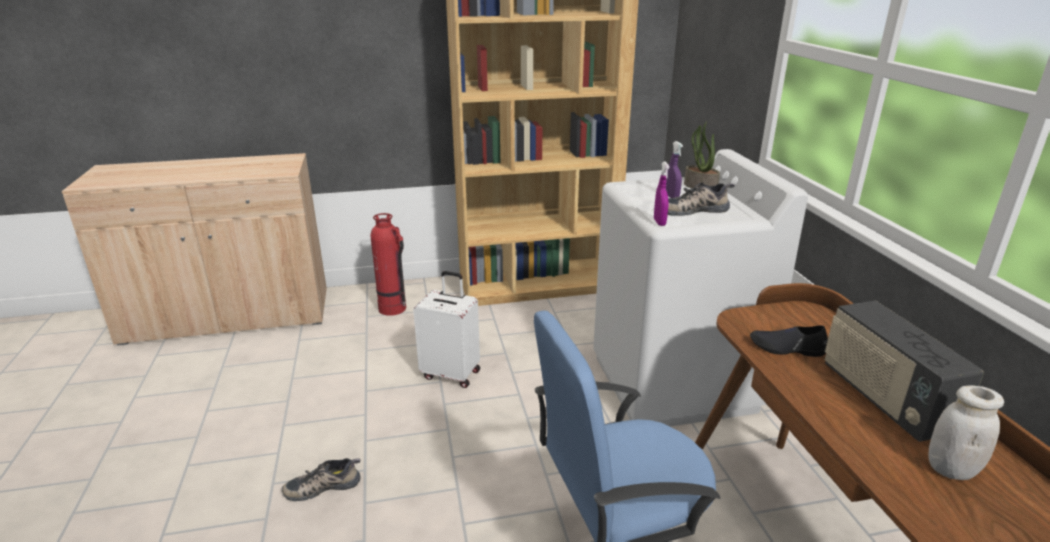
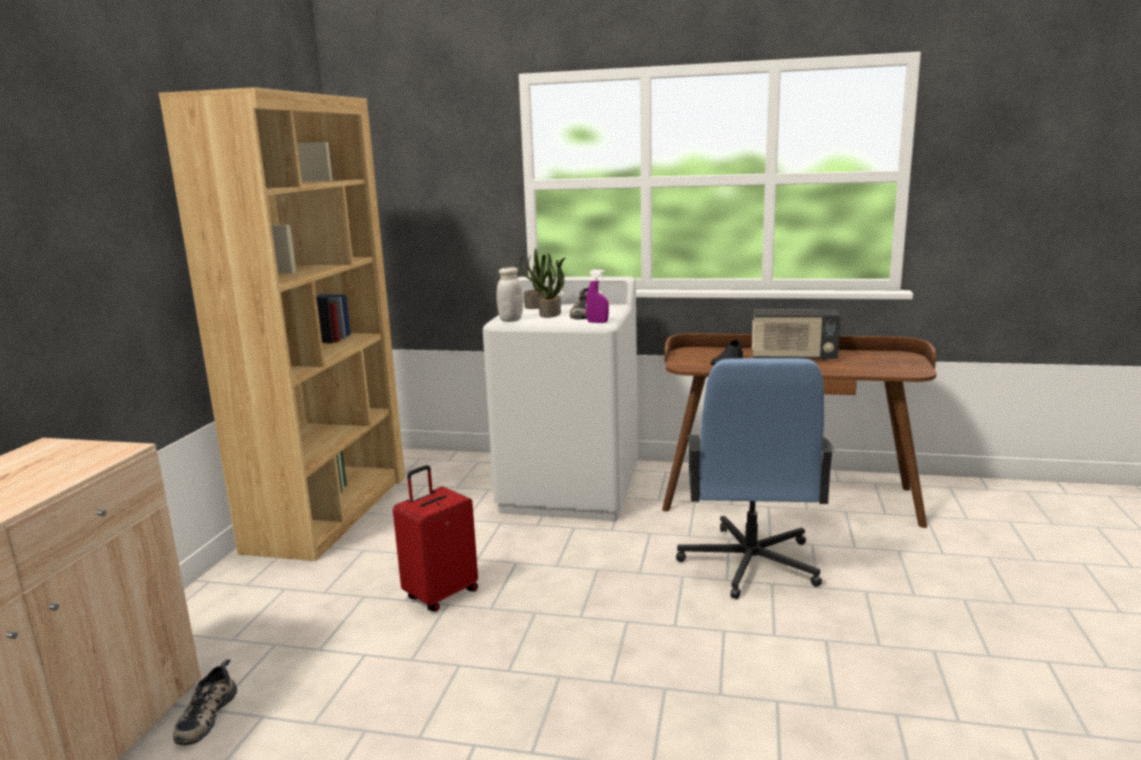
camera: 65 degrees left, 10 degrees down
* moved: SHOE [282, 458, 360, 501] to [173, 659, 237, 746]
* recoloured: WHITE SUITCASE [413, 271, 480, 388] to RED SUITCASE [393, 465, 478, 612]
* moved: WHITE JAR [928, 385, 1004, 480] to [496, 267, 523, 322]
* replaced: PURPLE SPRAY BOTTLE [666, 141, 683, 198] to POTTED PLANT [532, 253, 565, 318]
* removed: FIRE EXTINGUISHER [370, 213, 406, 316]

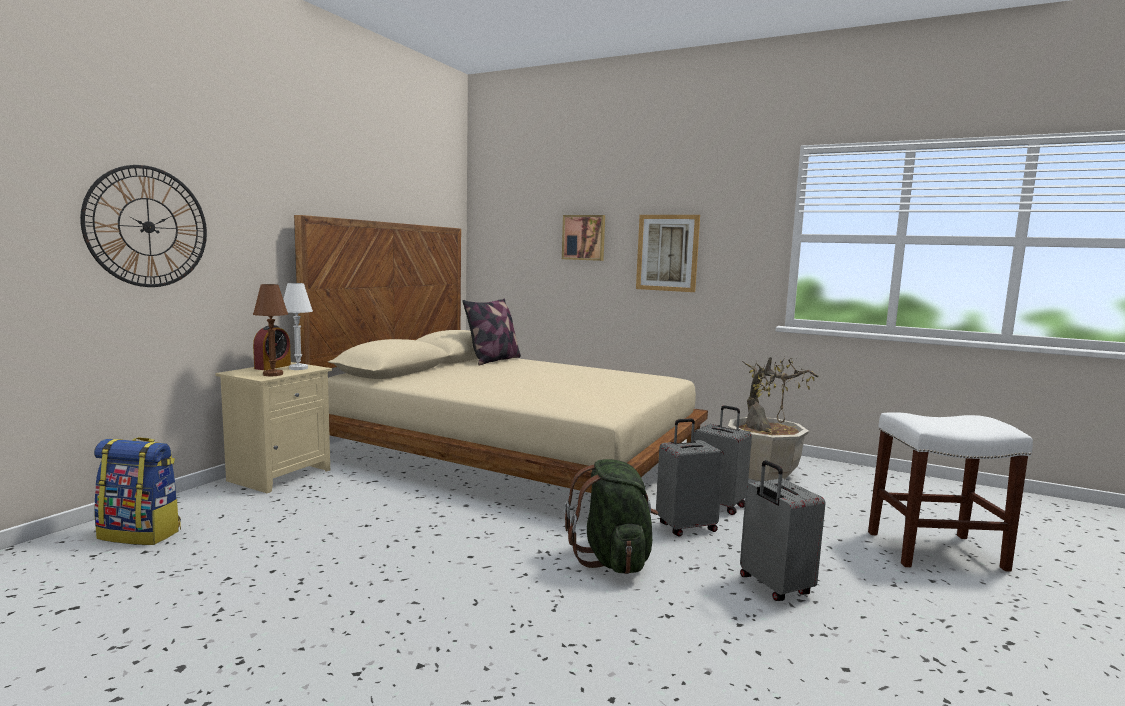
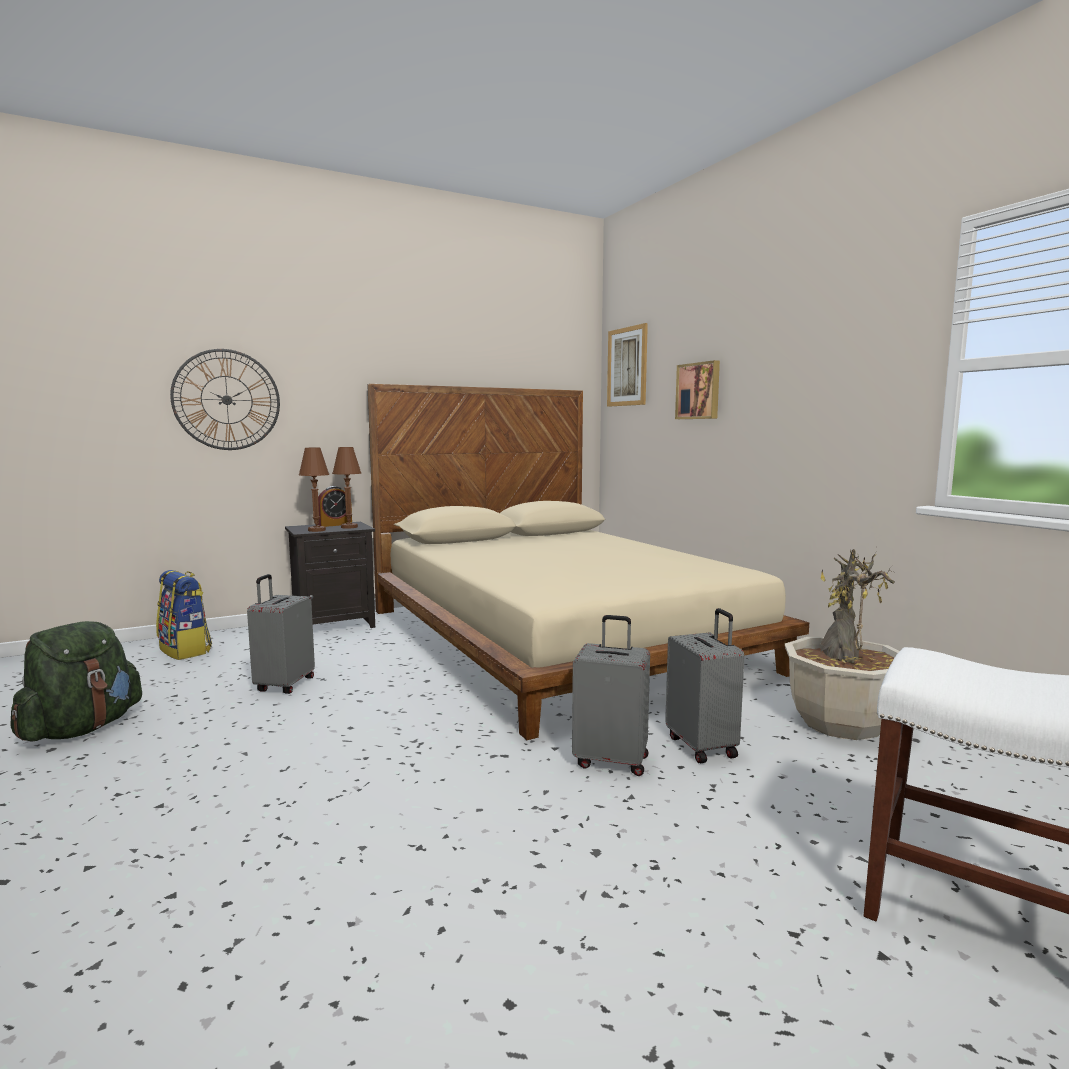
camera: 35 degrees right, 0 degrees up
* moved: GREEN BACKPACK [565, 459, 659, 574] to [10, 621, 142, 742]
* moved: GREY SUITCASE [740, 460, 825, 601] to [247, 574, 315, 694]
* recoloured: BEIGE NIGHTSTAND [215, 362, 332, 493] to BLACK NIGHTSTAND [285, 522, 375, 628]
* recoloured: WHITE TABLE LAMP [283, 283, 313, 370] to BROWN TABLE LAMP [332, 447, 361, 529]
* moved: PICTURE [636, 215, 700, 292] to [607, 323, 648, 407]
* removed: PILLOW [462, 298, 521, 365]

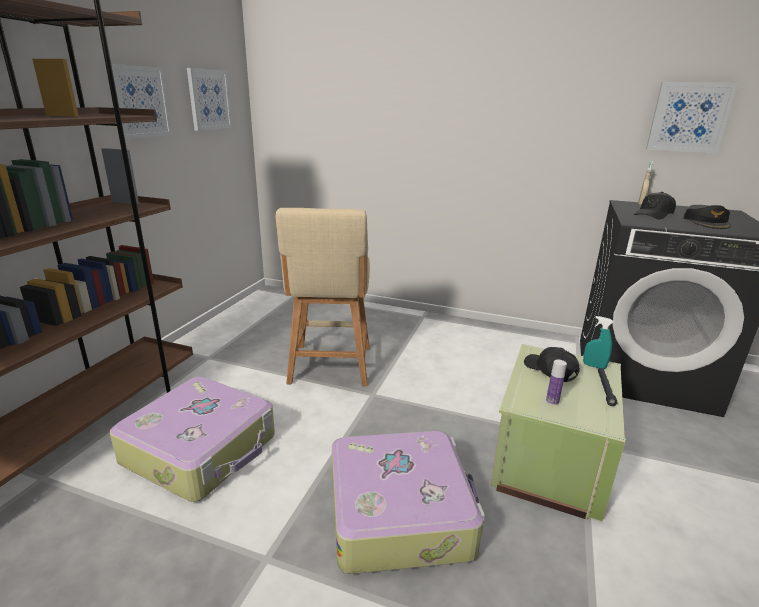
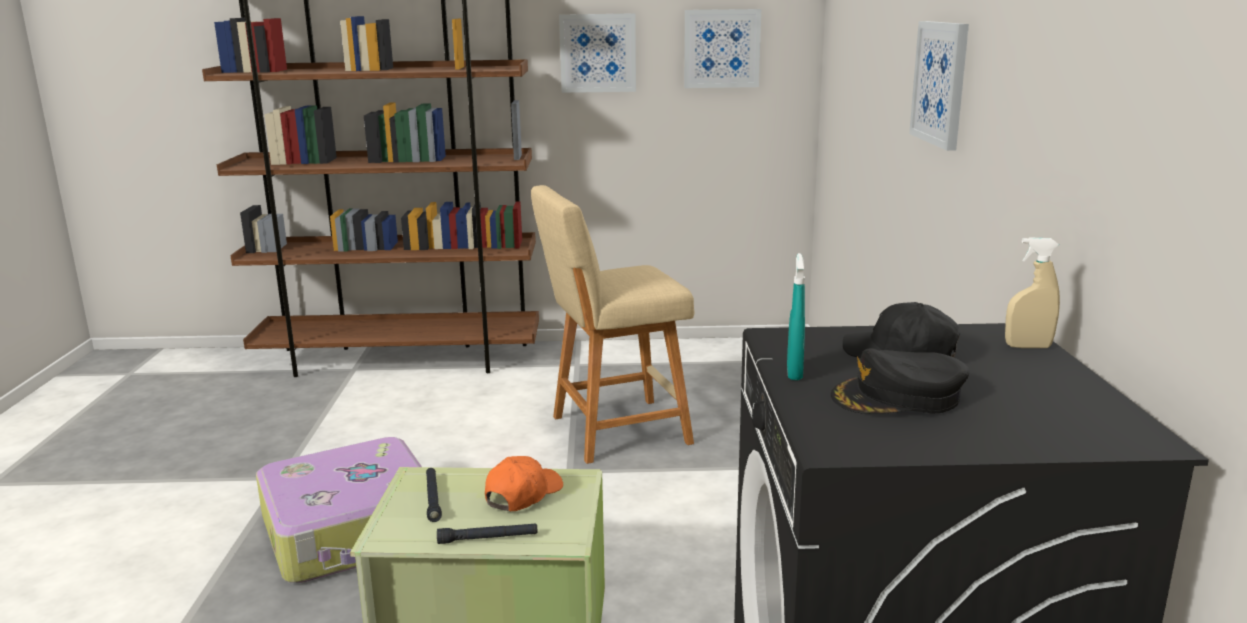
camera: 70 degrees right, 5 degrees down
* replaced: BOTTLE [546, 360, 567, 405] to BLACK FLASHLIGHT [426, 468, 442, 522]
* recoloured: BLACK CAP [524, 347, 580, 382] to ORANGE CAP [485, 456, 563, 511]
* moved: TURQUOISE SPRAY BOTTLE [583, 316, 613, 369] to [787, 253, 805, 380]
* moved: PICTURE [646, 82, 738, 153] to [909, 21, 969, 151]
* removed: SUITCASE [110, 377, 275, 502]

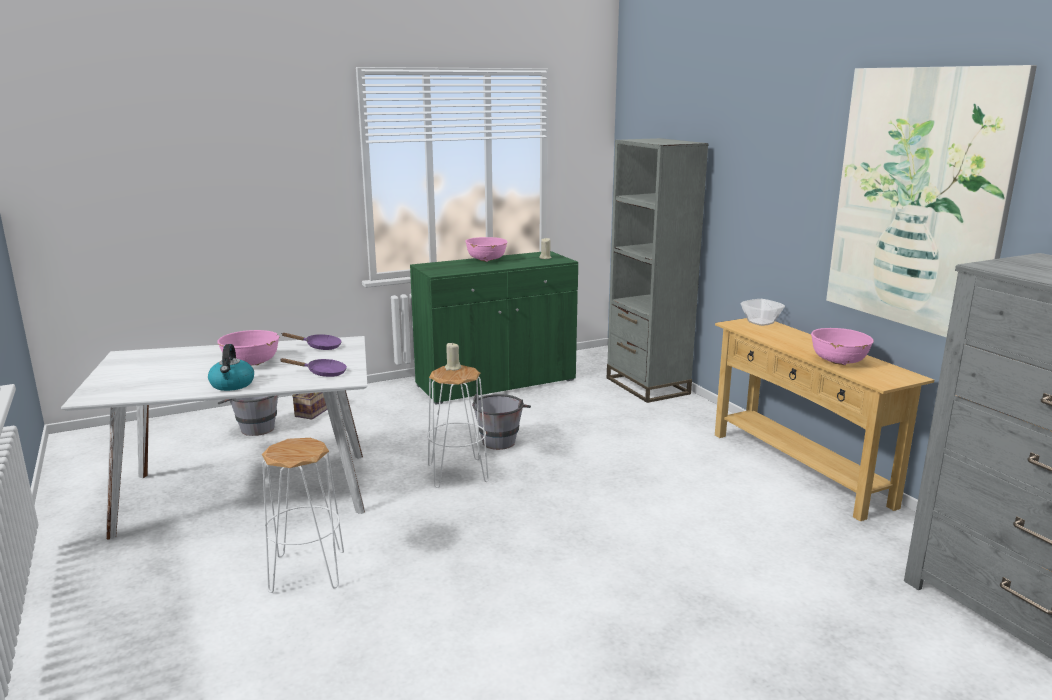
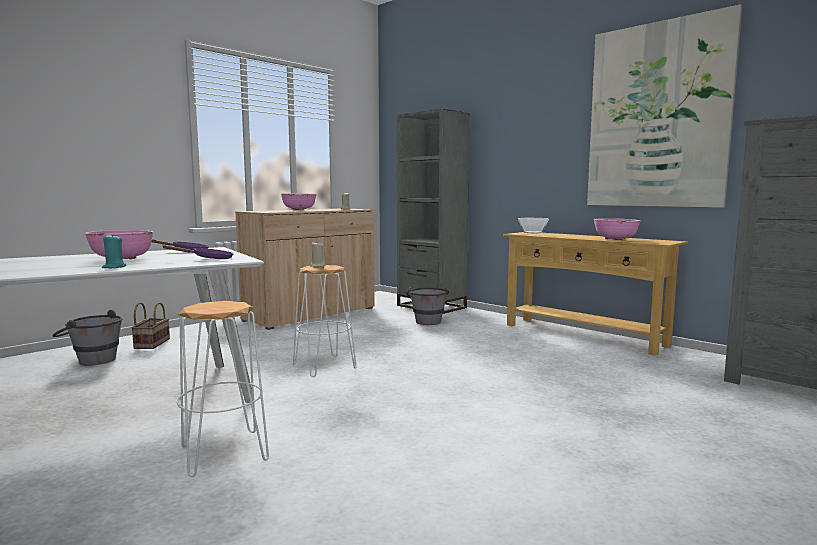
camera: 20 degrees left, 10 degrees down
* replaced: KETTLE [208, 344, 254, 391] to TURQUOISE CANDLE [102, 235, 126, 268]
* recoloured: GREEN CABINET [410, 251, 578, 405] to BEIGE CABINET [235, 208, 375, 330]
* moved: GREY BUCKET [472, 394, 531, 450] to [406, 286, 449, 325]

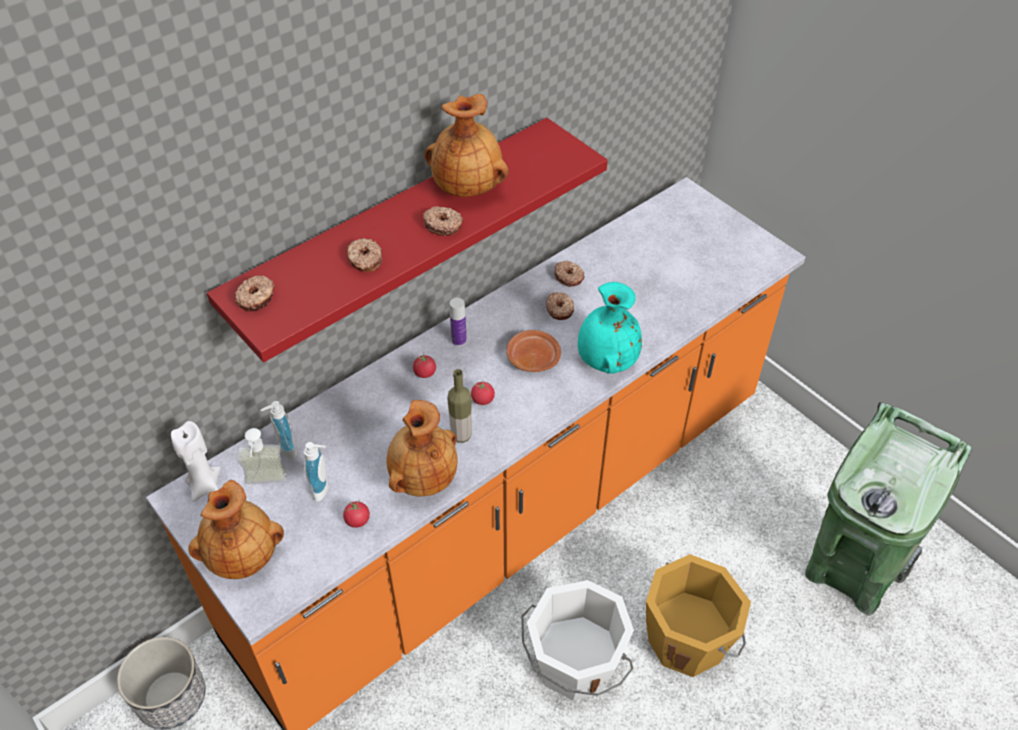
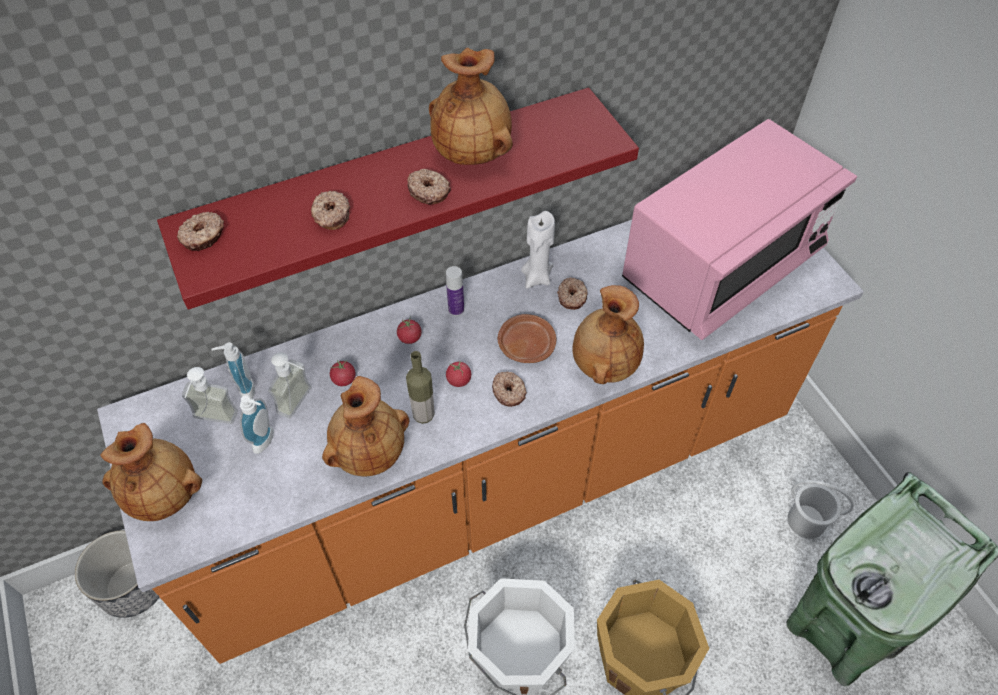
camera: 15 degrees right, 5 degrees up
* added: SOAP DISPENSER [268, 352, 311, 418]
* moved: TOMATO [343, 499, 370, 528] to [330, 360, 356, 386]
* moved: DONUT [554, 261, 585, 287] to [492, 371, 527, 407]
* moved: WHITE CANDLE [171, 421, 221, 502] to [521, 211, 555, 289]
* recoloured: TURQUOISE VASE [578, 282, 642, 374] to BROWN VASE [572, 285, 644, 384]
* added: PINK MICROWAVE [622, 119, 857, 340]
* added: WHITE BUCKET [787, 480, 854, 539]

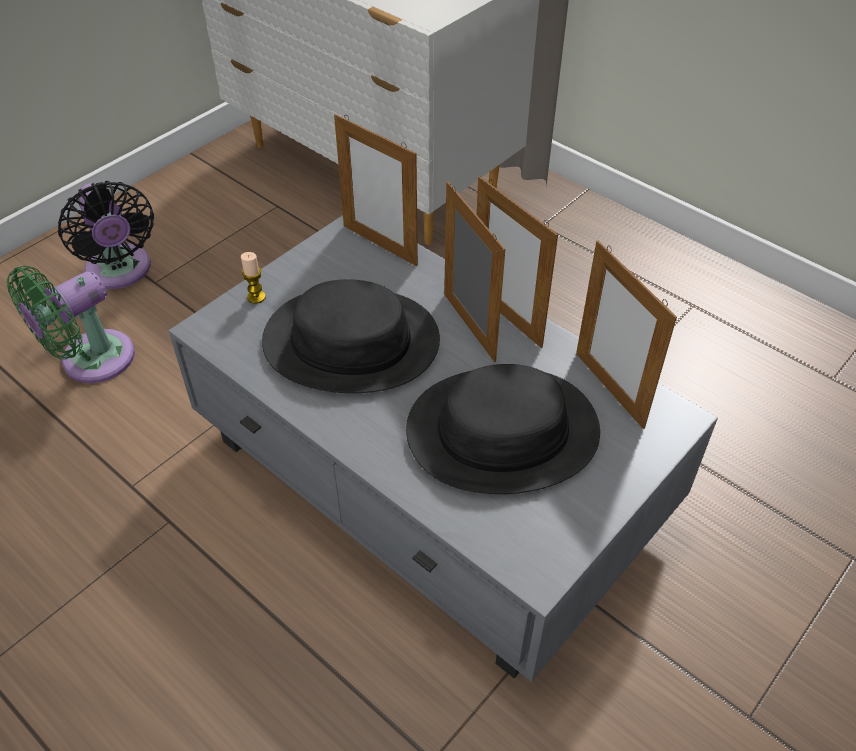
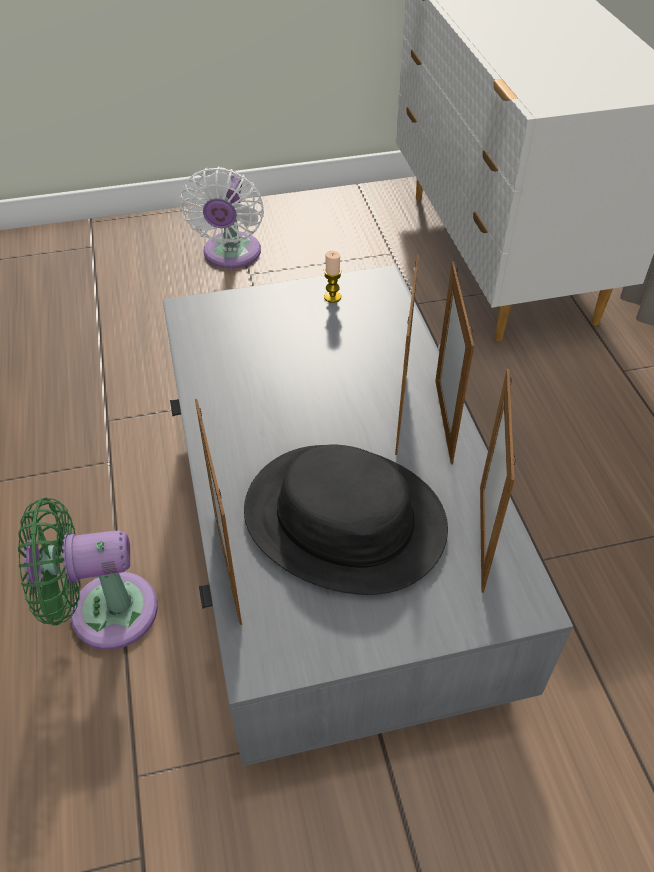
camera: 35 degrees right, 0 degrees up
* moved: GREEN FAN [7, 266, 135, 383] to [18, 498, 158, 650]
* recoloured: BLACK FAN [58, 181, 154, 289] to WHITE FAN [179, 167, 264, 269]
* moved: PICTURE FRAME [334, 114, 418, 266] to [195, 399, 242, 625]
* moved: CANDLE [241, 252, 266, 304] to [324, 251, 342, 303]
* removed: BLACK HAT [262, 279, 440, 393]

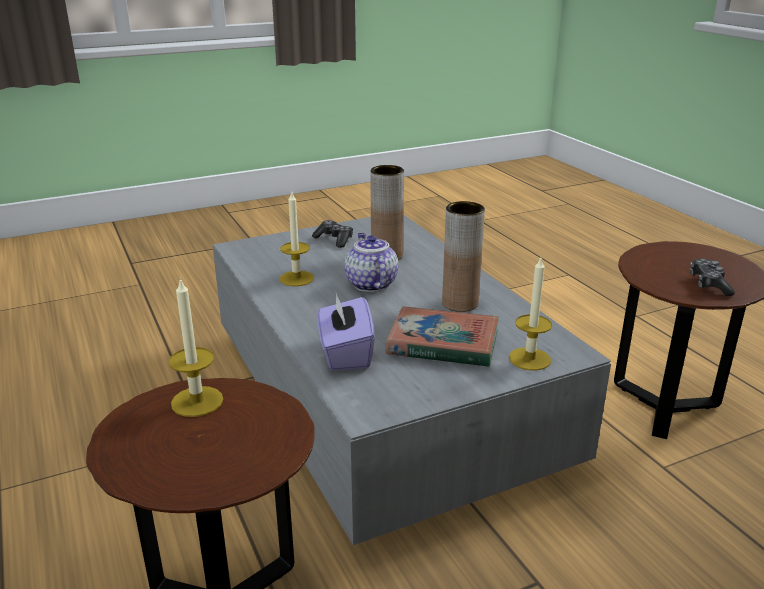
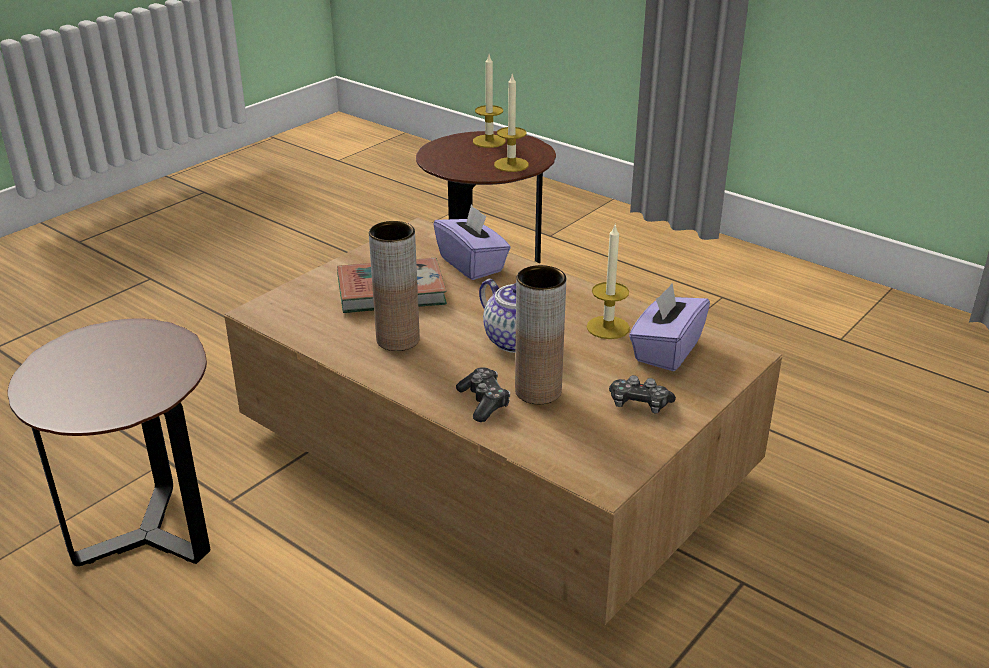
camera: 155 degrees right, 5 degrees up
* recoloured: GREY COFFEE TABLE [213, 215, 611, 545] to BROWN COFFEE TABLE [224, 218, 782, 625]
* moved: GAME CONTROLLER [690, 258, 735, 296] to [456, 367, 510, 422]
* moved: CANDLE [509, 257, 552, 371] to [473, 55, 506, 148]
* added: PURPLE TISSUE BOX [629, 283, 710, 371]

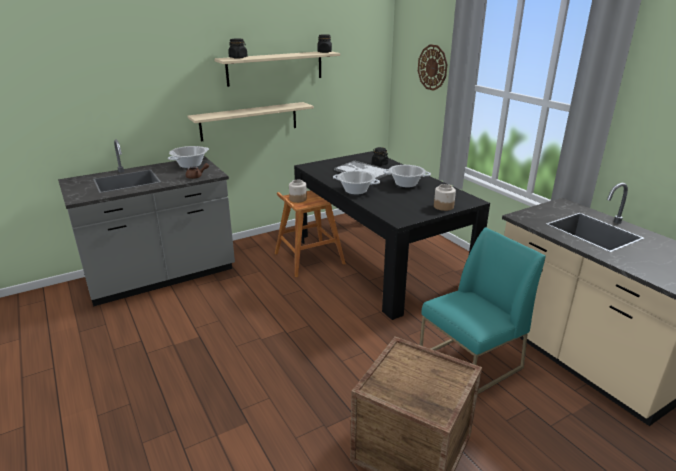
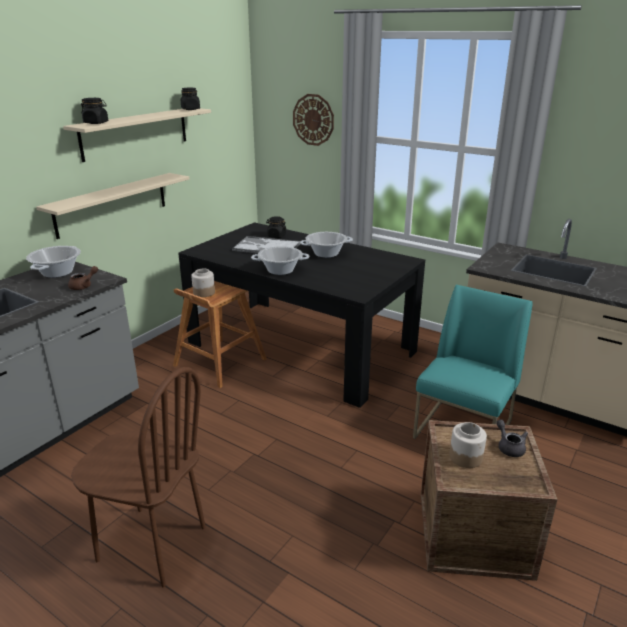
camera: 25 degrees left, 0 degrees up
* added: BROWN CHAIR [71, 367, 206, 587]
* moved: JAR [434, 184, 456, 211] to [449, 422, 487, 468]
* added: GREY TEAPOT [496, 419, 528, 457]

